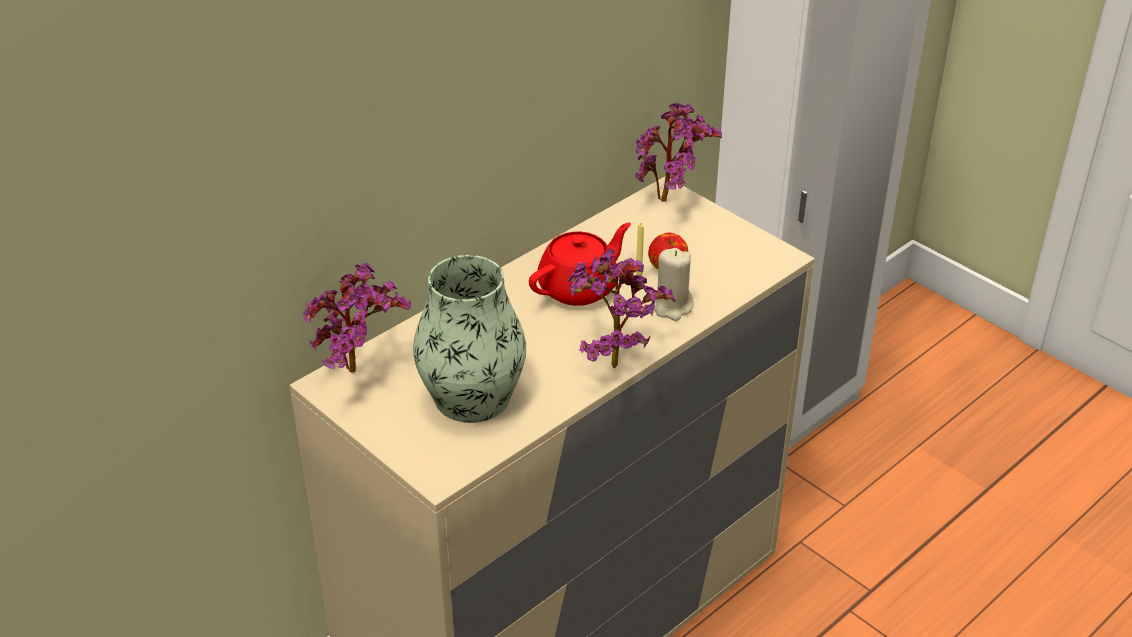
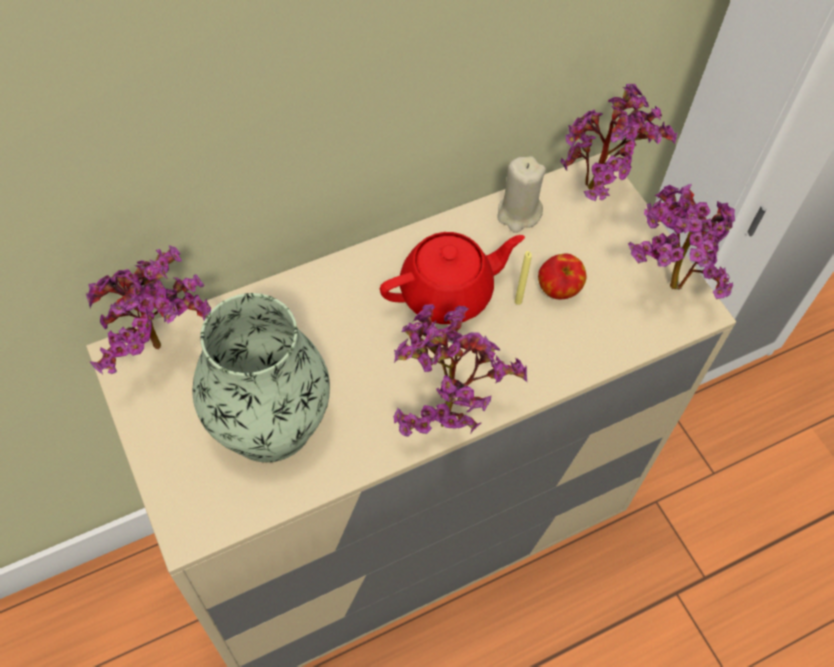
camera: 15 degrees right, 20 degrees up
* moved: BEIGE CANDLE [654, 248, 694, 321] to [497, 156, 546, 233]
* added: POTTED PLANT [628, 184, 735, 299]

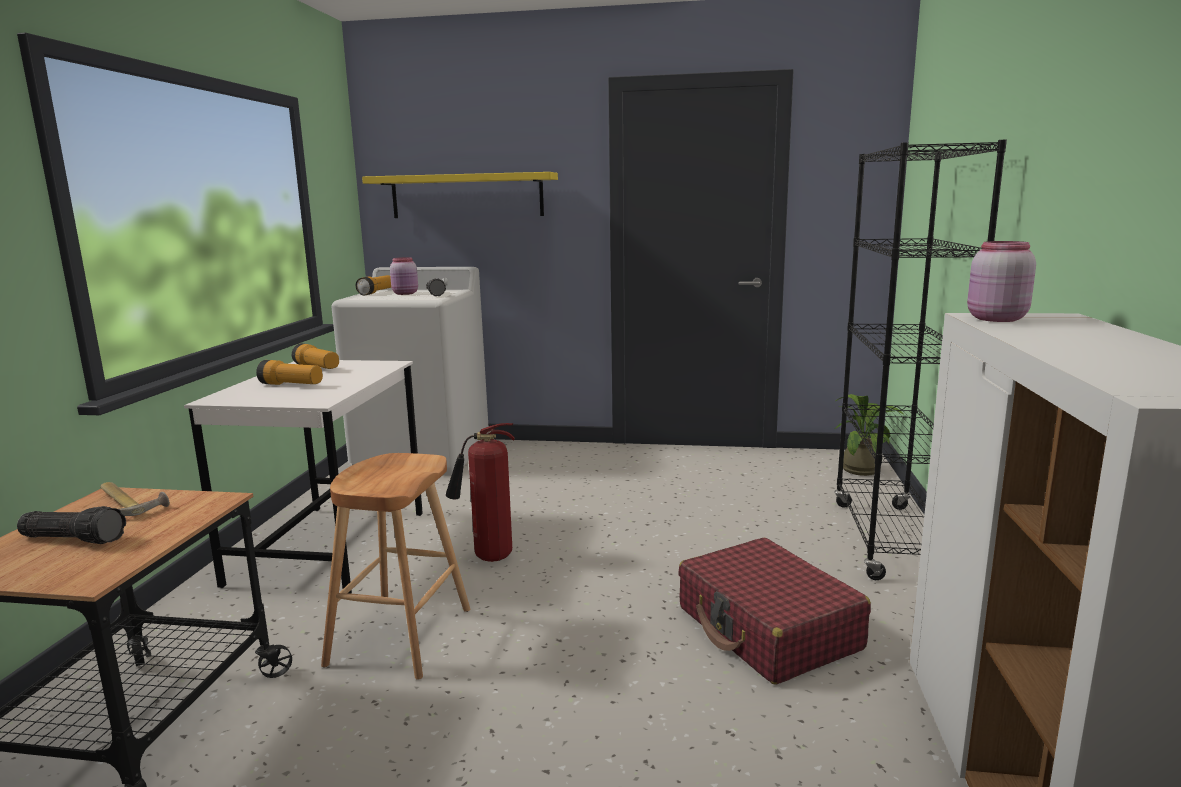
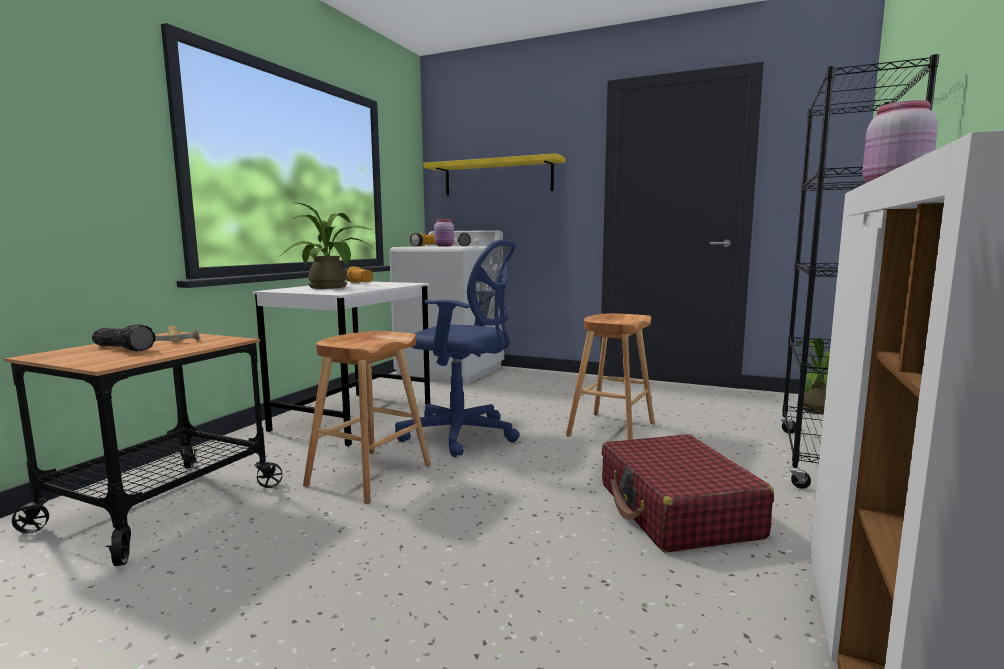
camera: 15 degrees right, 5 degrees down
* replaced: FLASHLIGHT [256, 360, 323, 385] to POTTED PLANT [280, 202, 374, 289]
* replaced: FIRE EXTINGUISHER [446, 423, 515, 562] to BLUE OFFICE CHAIR [395, 239, 520, 457]
* added: BROWN STOOL [566, 313, 655, 440]

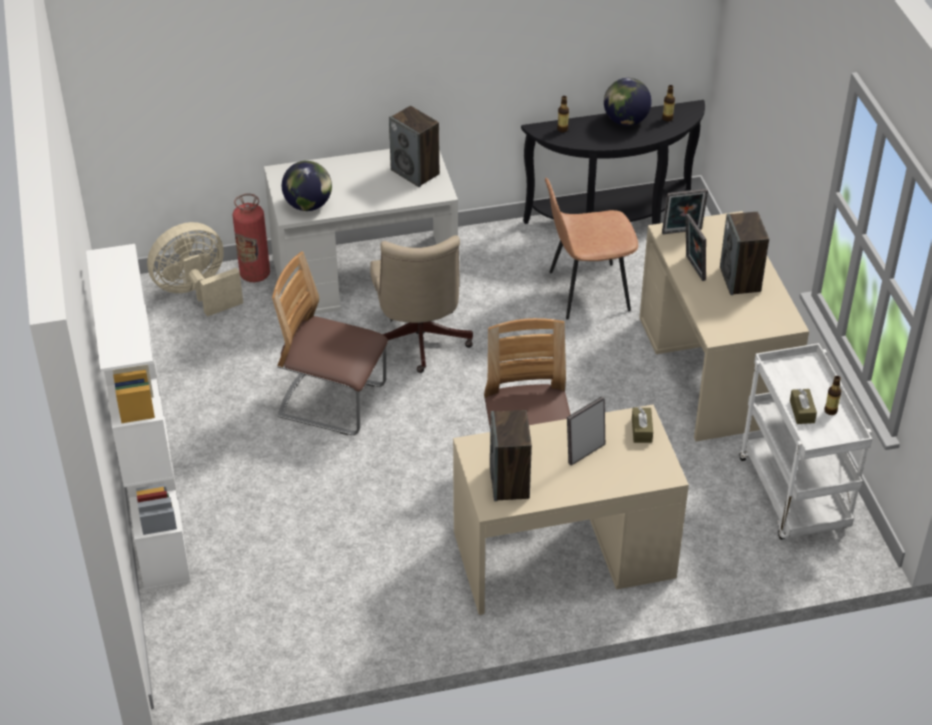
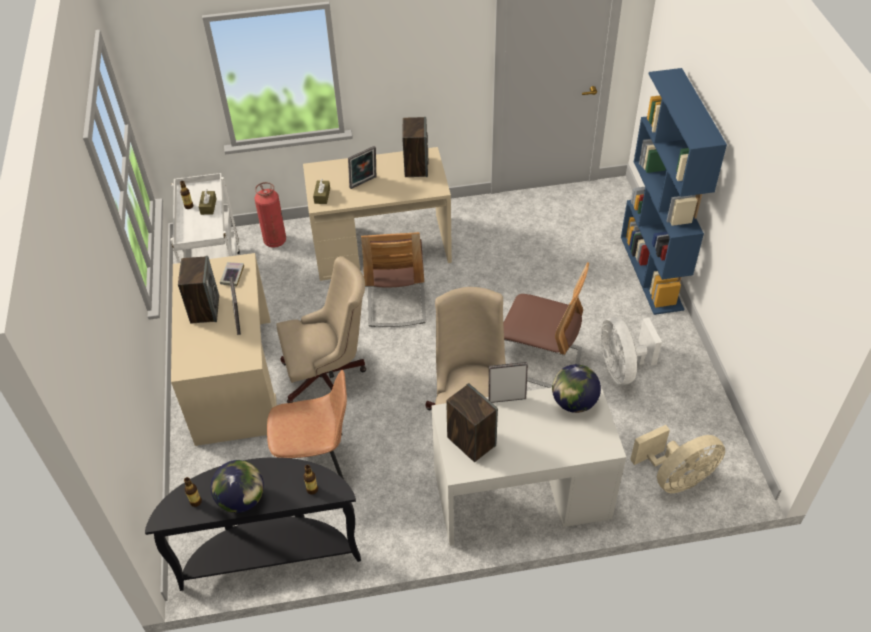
camera: 175 degrees left, 5 degrees up
* added: BOOK [220, 262, 244, 287]
* moved: FIRE EXTINGUISHER [232, 194, 270, 282] to [255, 182, 286, 248]
* added: BEIGE OFFICE CHAIR [276, 256, 366, 403]
* moved: PICTURE FRAME [662, 189, 708, 234] to [488, 362, 528, 403]
* added: WHITE FAN [600, 317, 662, 385]
* recoloured: WHITE BOOKCASE [86, 244, 191, 590] to BLUE BOOKCASE [621, 68, 727, 315]

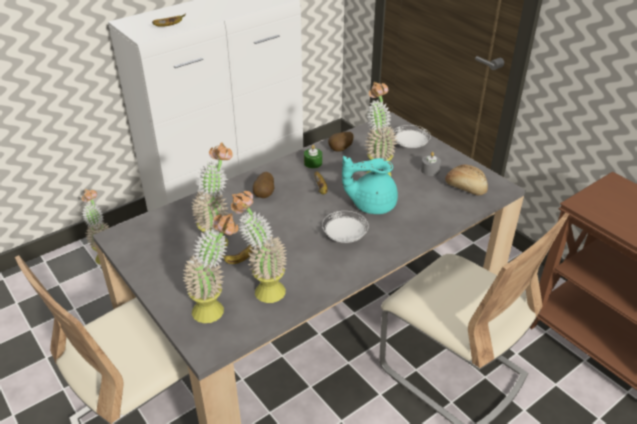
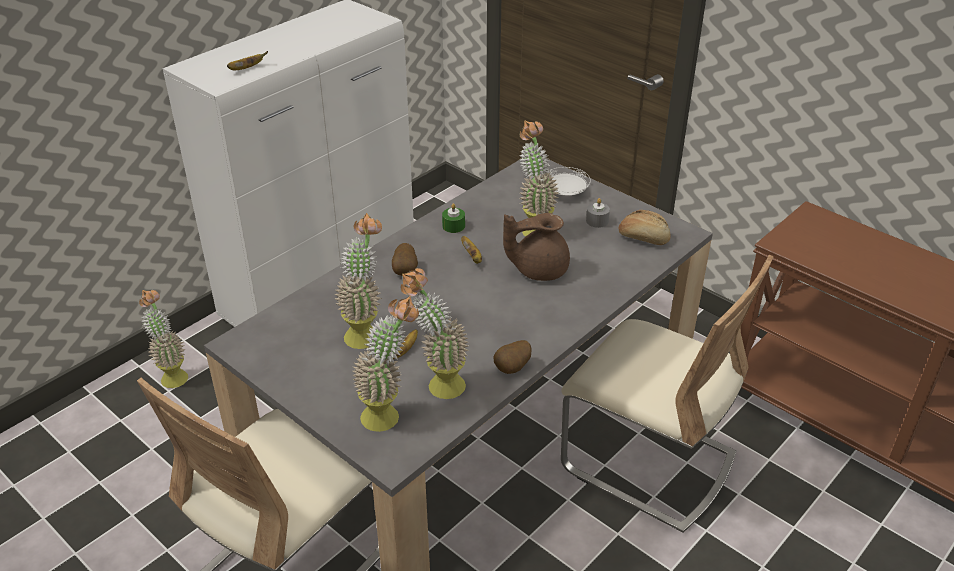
camera: 10 degrees left, 0 degrees up
* moved: POTATO [328, 132, 353, 152] to [493, 340, 532, 374]
* recoloured: TURQUOISE TEAPOT [342, 156, 398, 214] to BROWN TEAPOT [503, 213, 570, 281]
* removed: WHITE PLATE [322, 211, 369, 243]

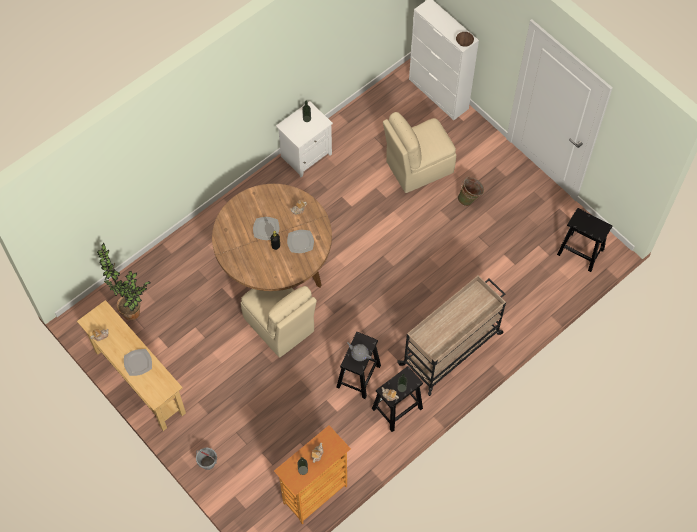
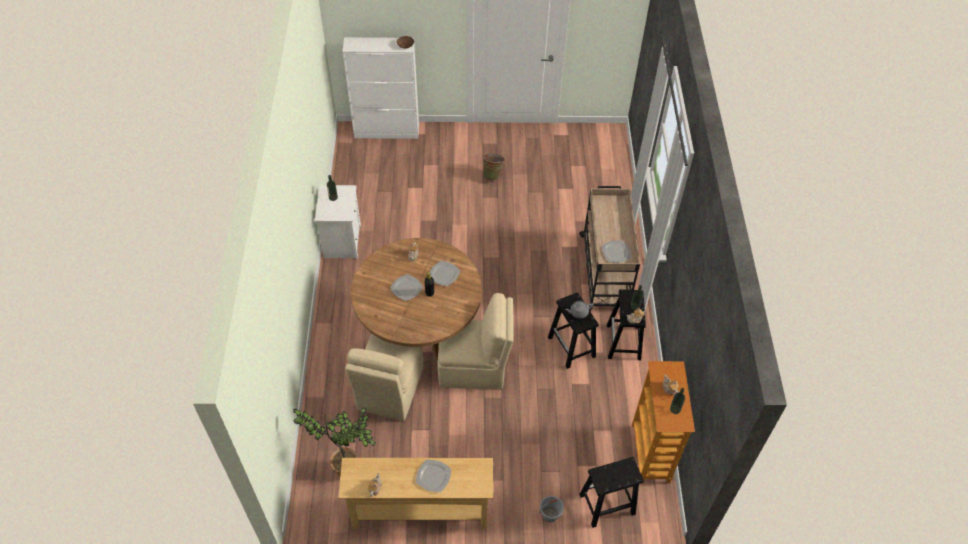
camera: 50 degrees left, 10 degrees down
* moved: BEIGE CHAIR [383, 112, 456, 193] to [345, 334, 423, 421]
* moved: BLACK STOOL [557, 208, 612, 272] to [579, 457, 644, 528]
* added: PLATE [602, 240, 631, 263]

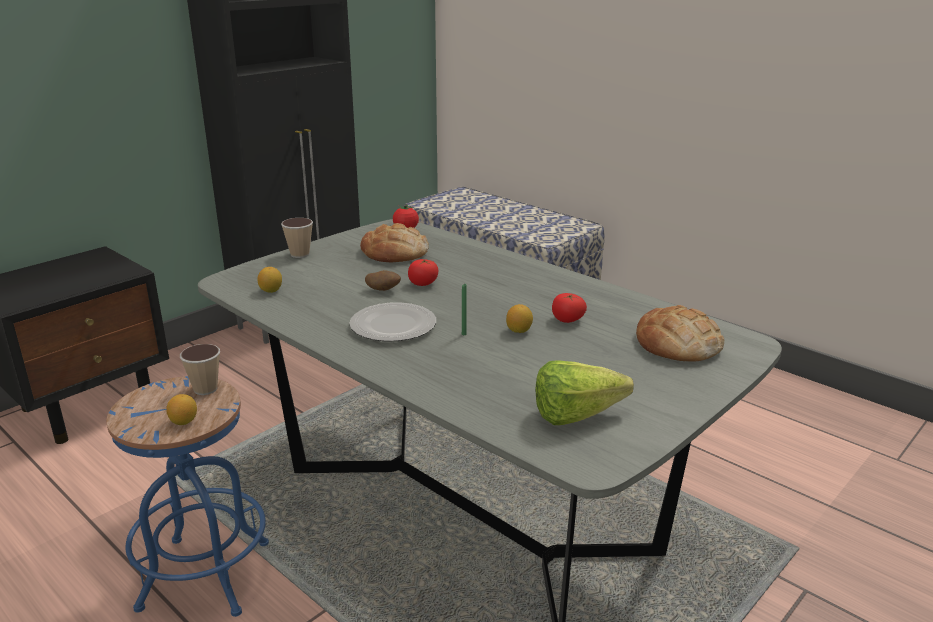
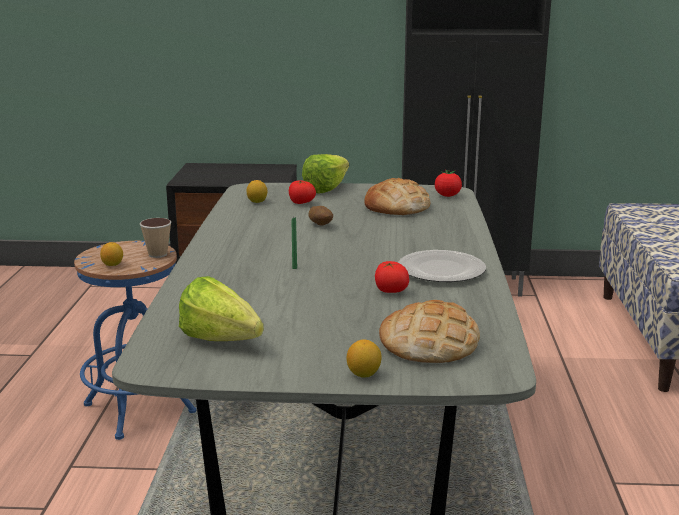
camera: 50 degrees right, 5 degrees down
* moved: TOMATO [408, 259, 438, 286] to [289, 180, 316, 204]
* replaced: CUP [281, 218, 313, 258] to LETTUCE [302, 154, 349, 193]
* moved: LEMON [506, 304, 533, 333] to [346, 339, 382, 378]
* moved: PLATE [349, 302, 436, 341] to [398, 250, 486, 282]

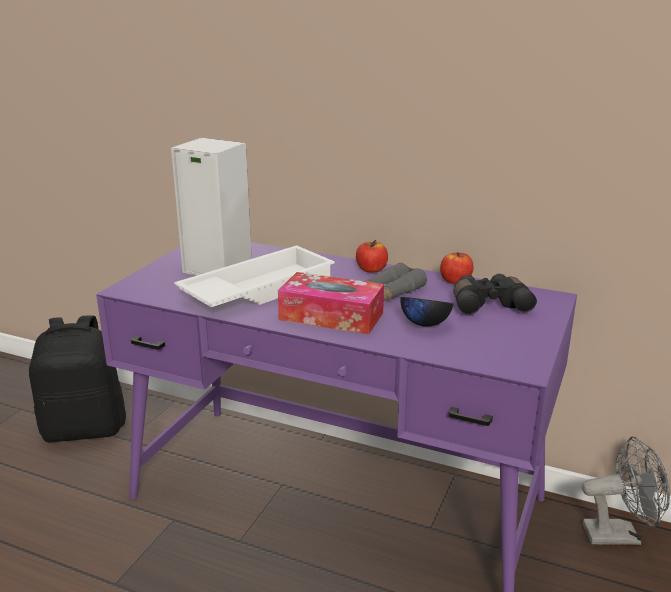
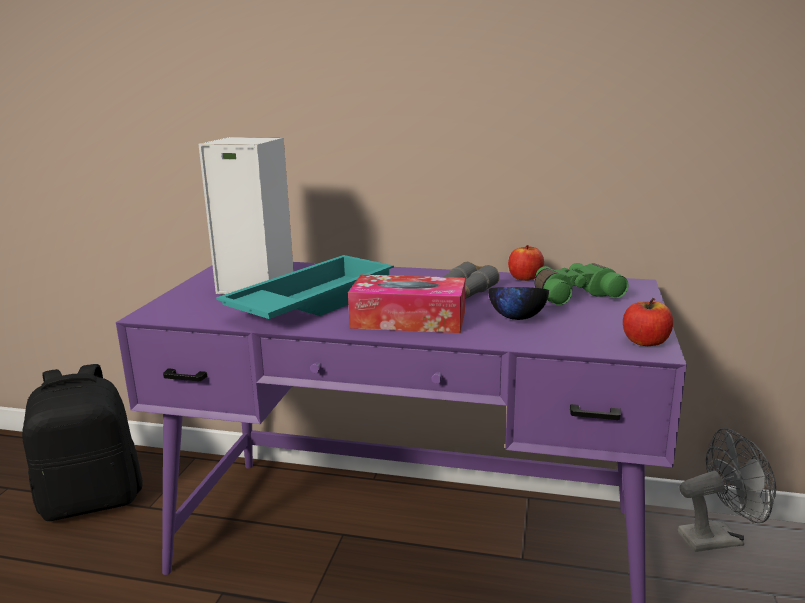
camera: 10 degrees left, 5 degrees down
* recoloured: WHITE TRAY [174, 245, 335, 307] to TURQUOISE TRAY [216, 255, 394, 319]
* recoloured: BLACK BINOCULARS [454, 274, 537, 315] to GREEN BINOCULARS [534, 263, 628, 305]
* moved: APPLE [356, 240, 388, 273] to [623, 298, 673, 346]

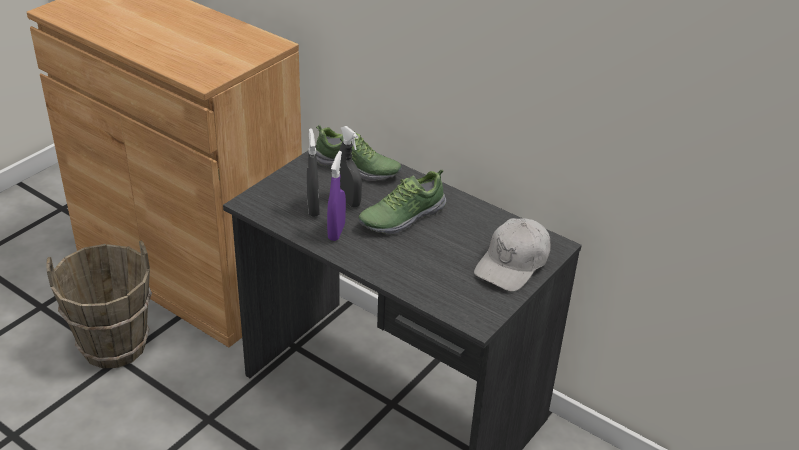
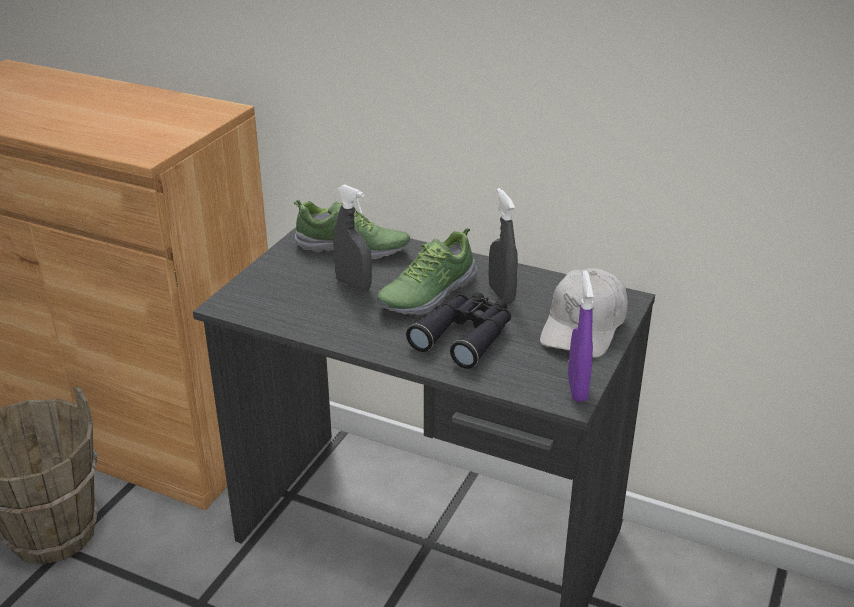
camera: 10 degrees left, 5 degrees down
* added: BLACK BINOCULARS [406, 292, 511, 369]
* moved: GREY SPRAY BOTTLE [307, 128, 320, 217] to [489, 188, 518, 304]
* moved: PURPLE SPRAY BOTTLE [327, 151, 346, 241] to [568, 270, 594, 402]

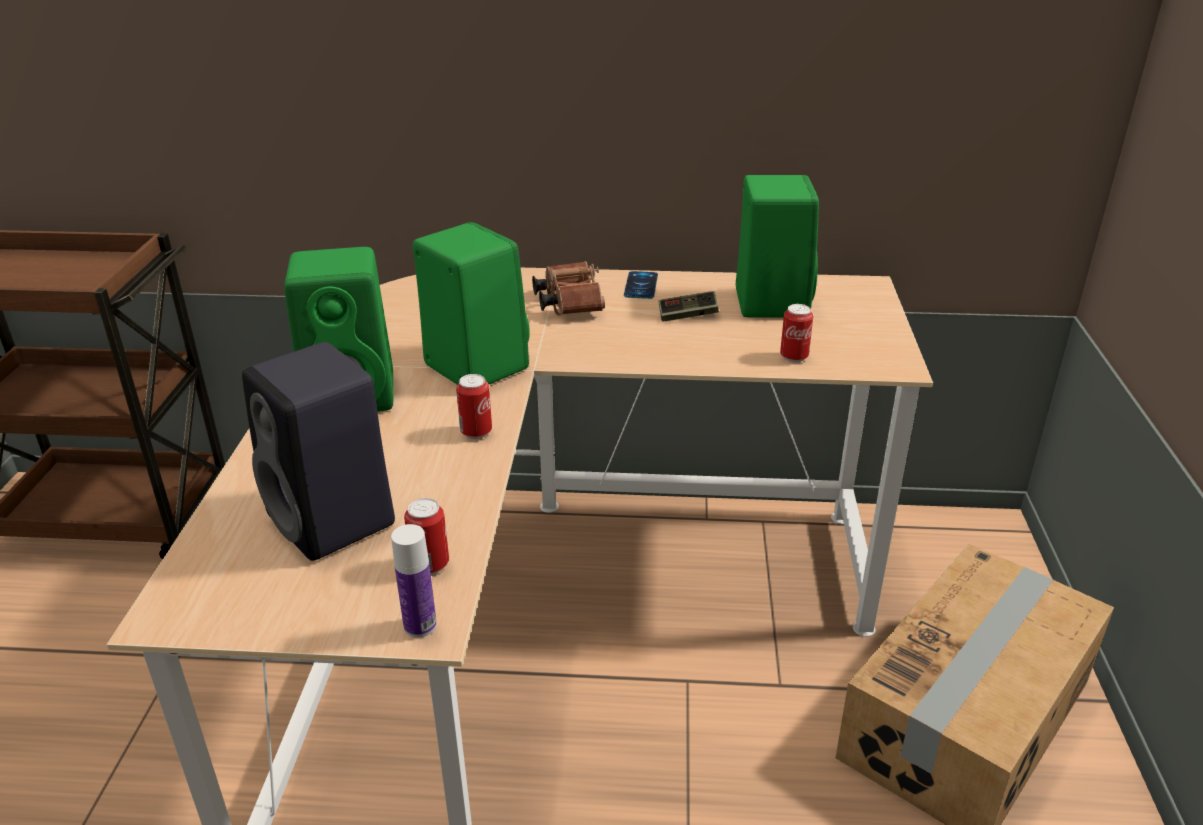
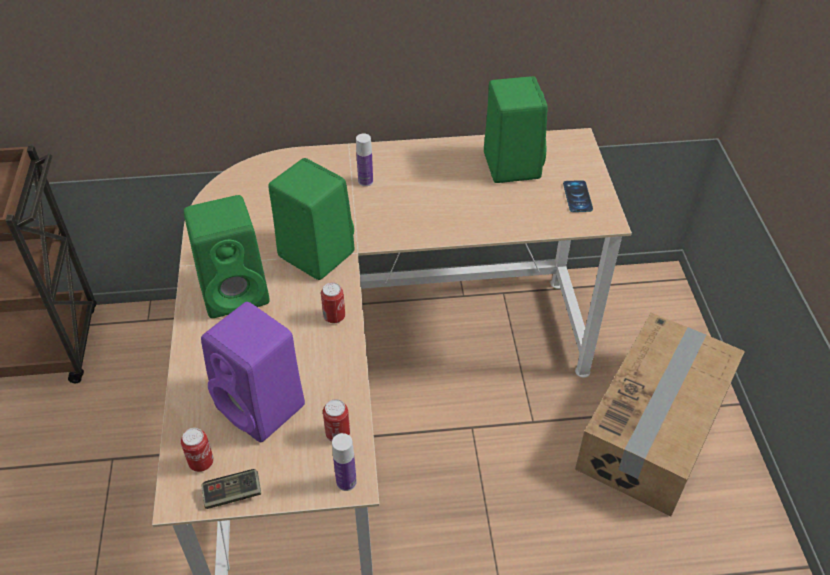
camera: 10 degrees left, 15 degrees up
* moved: CAN [780, 304, 813, 362] to [181, 428, 214, 472]
* recoloured: BLACK SPEAKER [242, 342, 395, 561] to PURPLE SPEAKER [201, 302, 305, 443]
* moved: GAME CONTROLLER [658, 291, 719, 322] to [201, 469, 261, 509]
* replaced: BROWN BINOCULARS [532, 261, 605, 315] to BOTTLE [356, 134, 373, 186]
* moved: PHONE [624, 271, 658, 299] to [563, 180, 593, 212]

